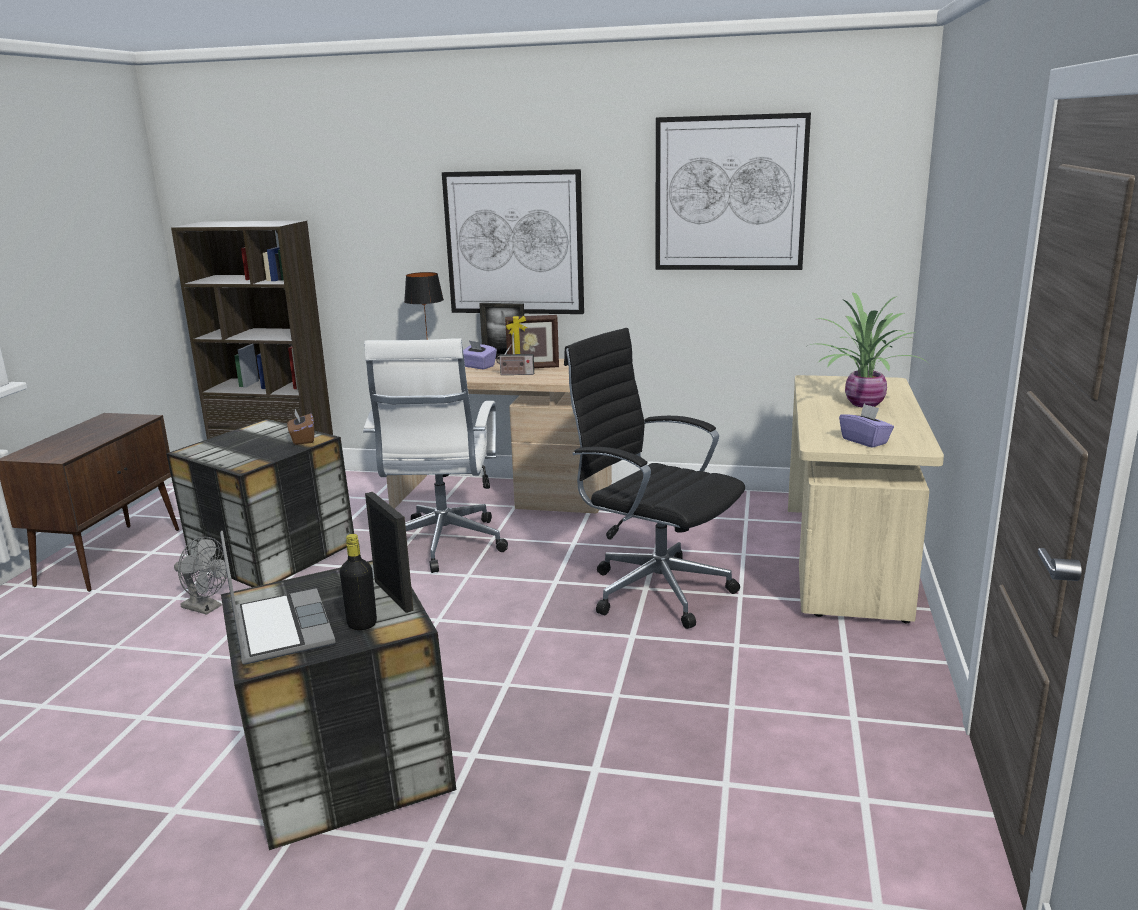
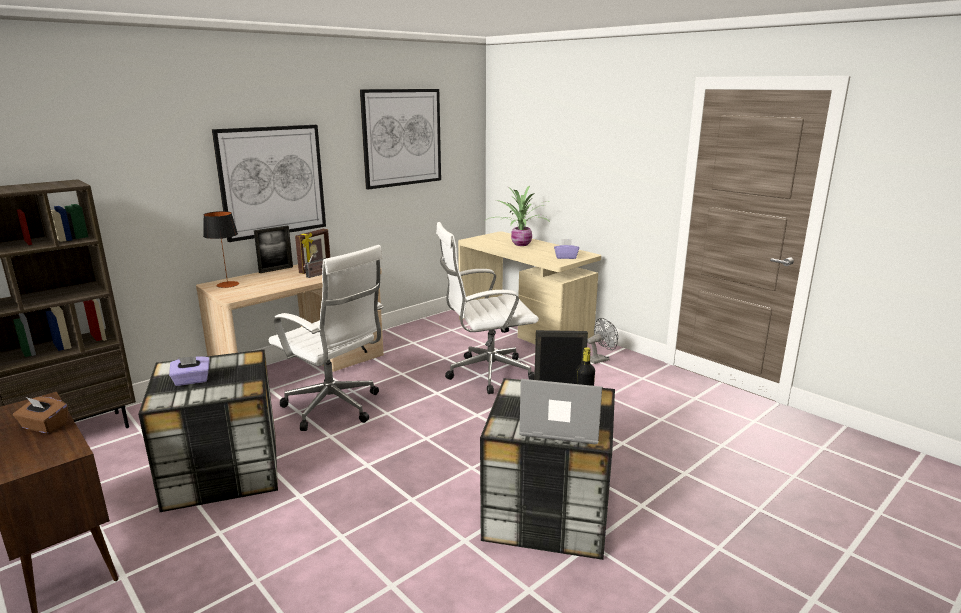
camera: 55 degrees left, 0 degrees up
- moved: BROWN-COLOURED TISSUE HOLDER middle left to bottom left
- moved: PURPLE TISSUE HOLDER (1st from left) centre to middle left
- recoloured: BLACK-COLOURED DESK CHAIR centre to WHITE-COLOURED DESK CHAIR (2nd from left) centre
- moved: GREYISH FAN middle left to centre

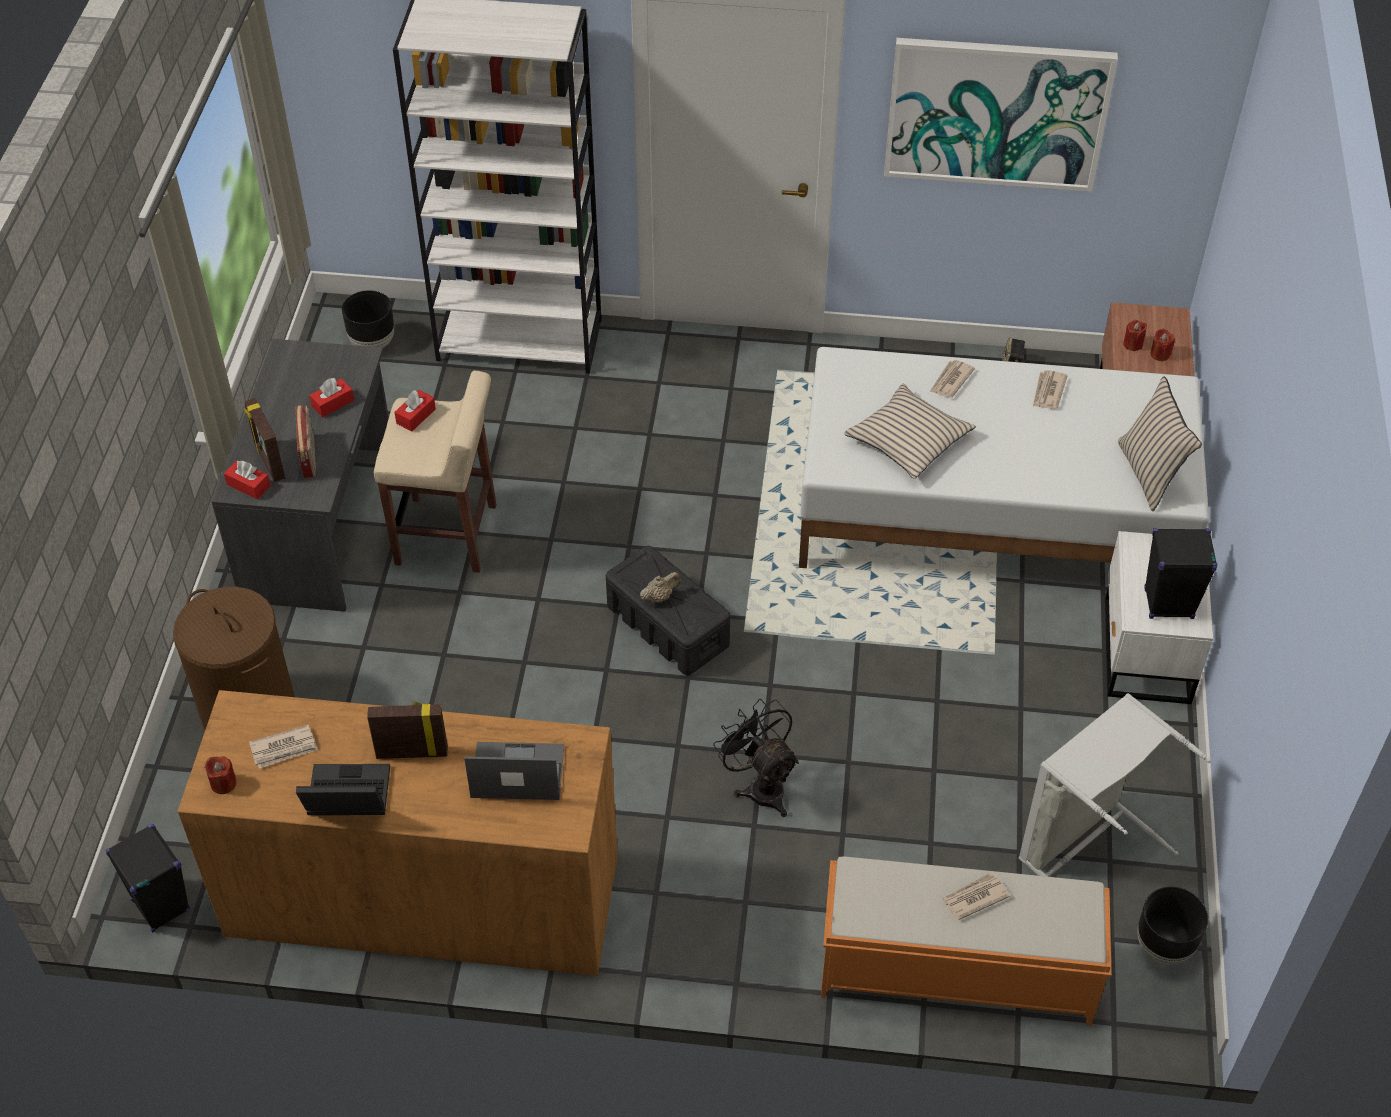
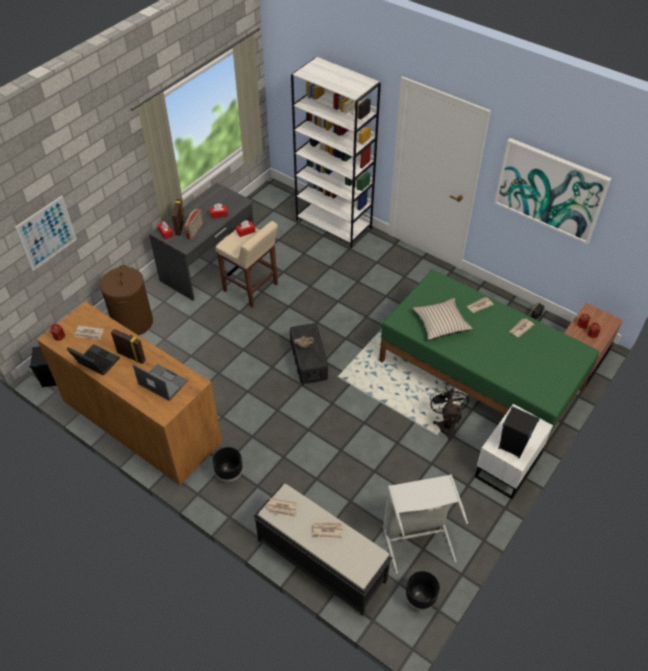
camera: 30 degrees right, 0 degrees up
- added: WALL ART (1st from left) middle left
- moved: BLACK-COLOURED FLOWER POT (1st from left) top left to bottom centre
- recoloured: ORANGEY BENCH bottom right to BLACK-COLOURED BENCH bottom centre
- added: PRINTED PAPER (2nd from left) bottom centre
- recoloured: WHITE-COLOURED BED middle right to GREEN-COLOURED BED middle right
- moved: BLACK-COLOURED FAN bottom centre to middle right
- removed: BEIGE THROW PILLOW (2nd from left) middle right

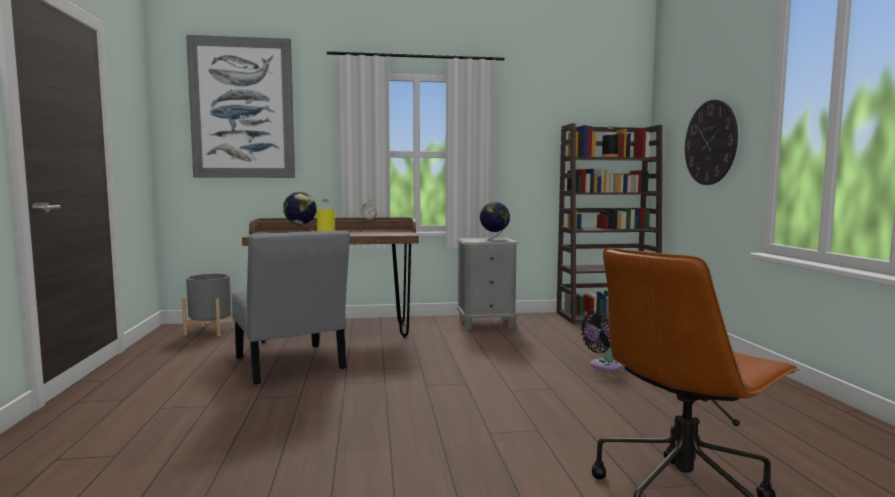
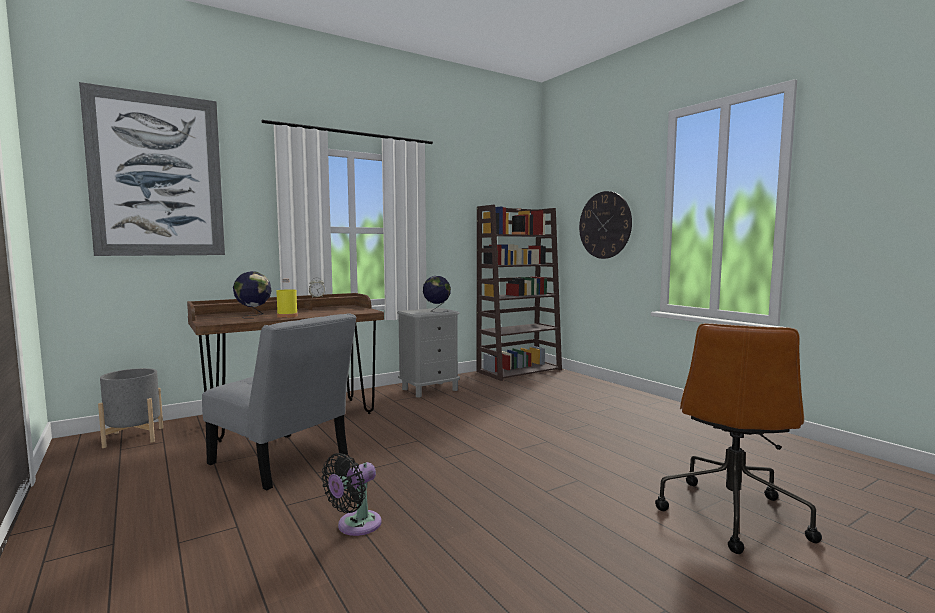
camera: 25 degrees left, 0 degrees up
- moved: BLACK-COLOURED FAN bottom right to bottom centre

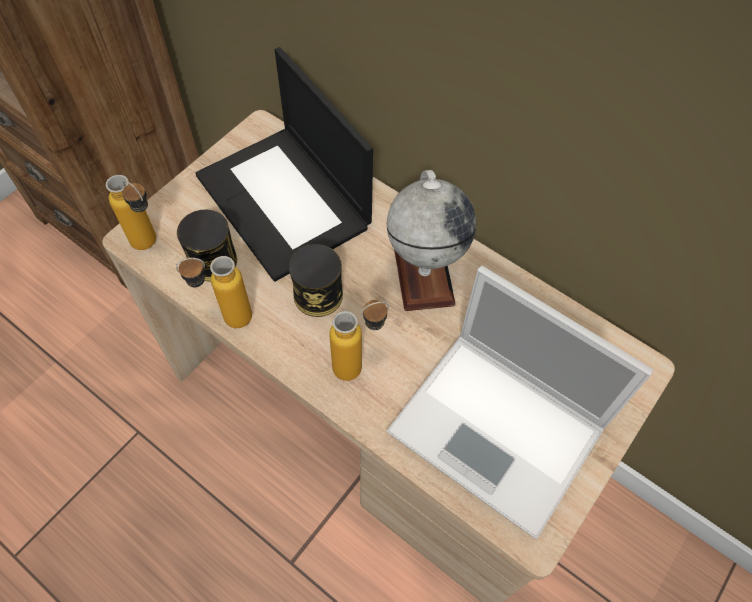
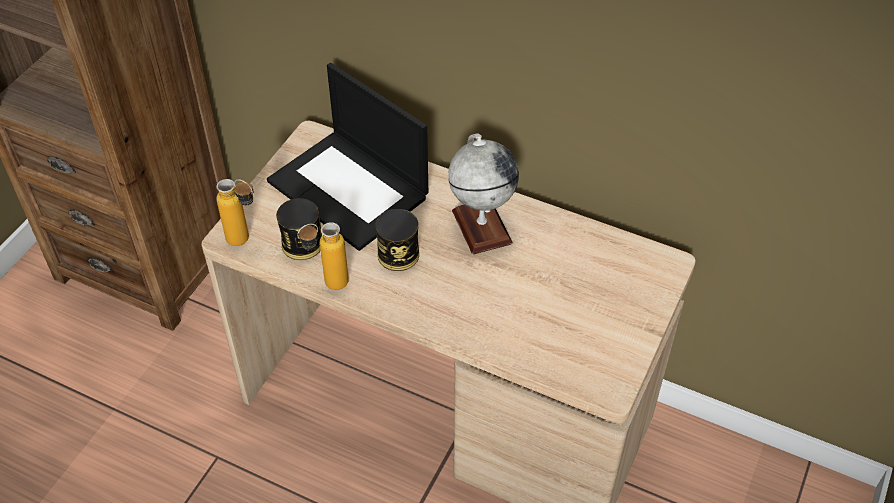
camera: 10 degrees left, 10 degrees down
- removed: DRINK BOTTLE (3rd from left) centre
- removed: LAPTOP (2nd from left) bottom right

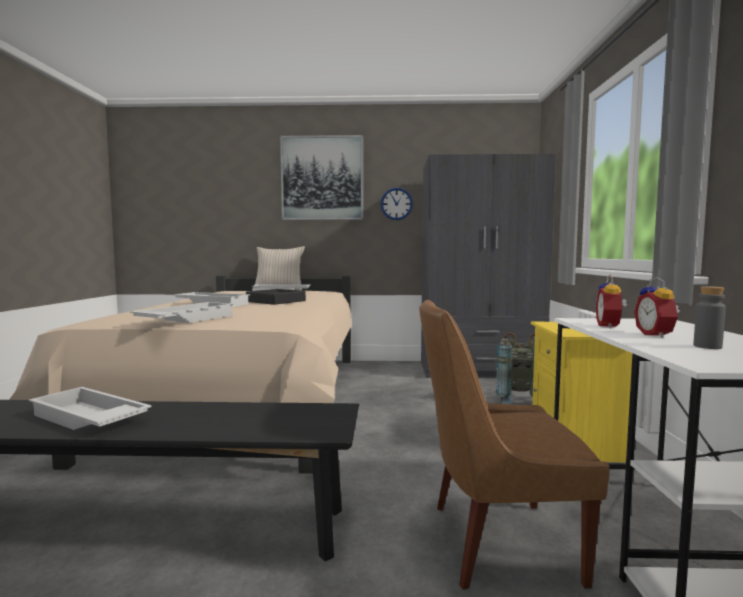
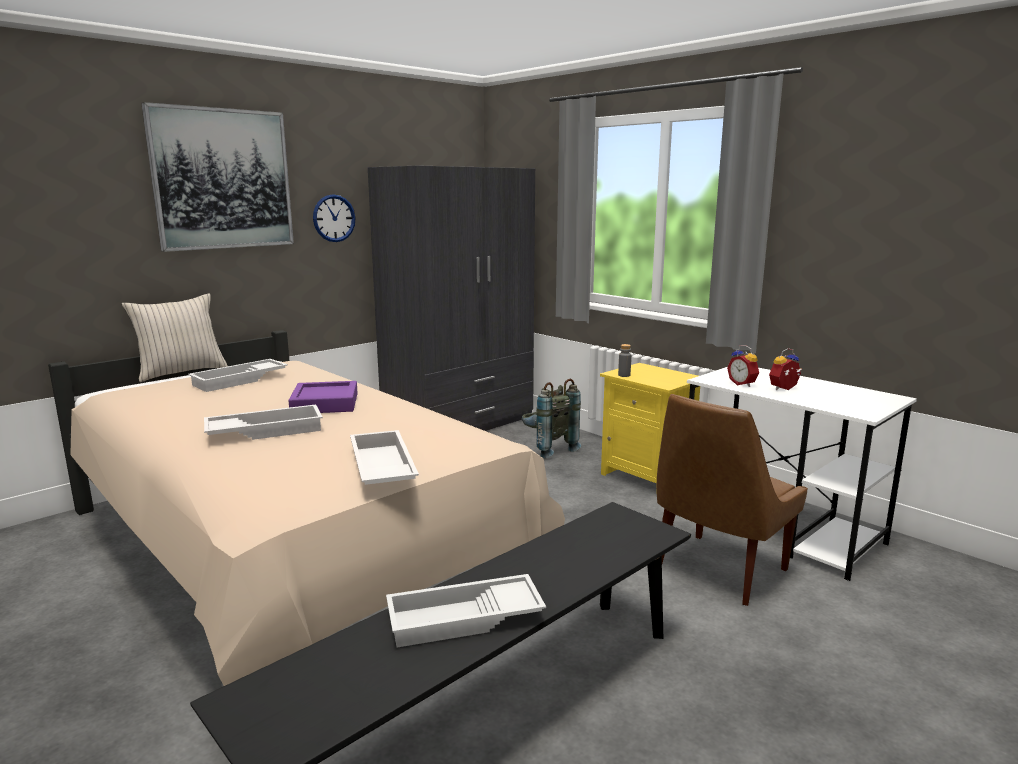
camera: 45 degrees left, 10 degrees up
- recoloured: BLACK-COLOURED CARRYING TRAY centre to PURPLE CARRYING TRAY middle left
- moved: GREYISH DRINK BOTTLE middle right to centre
- turned: TABLE CLOCK (2nd from left) middle right = middle right 105 degrees clockwise

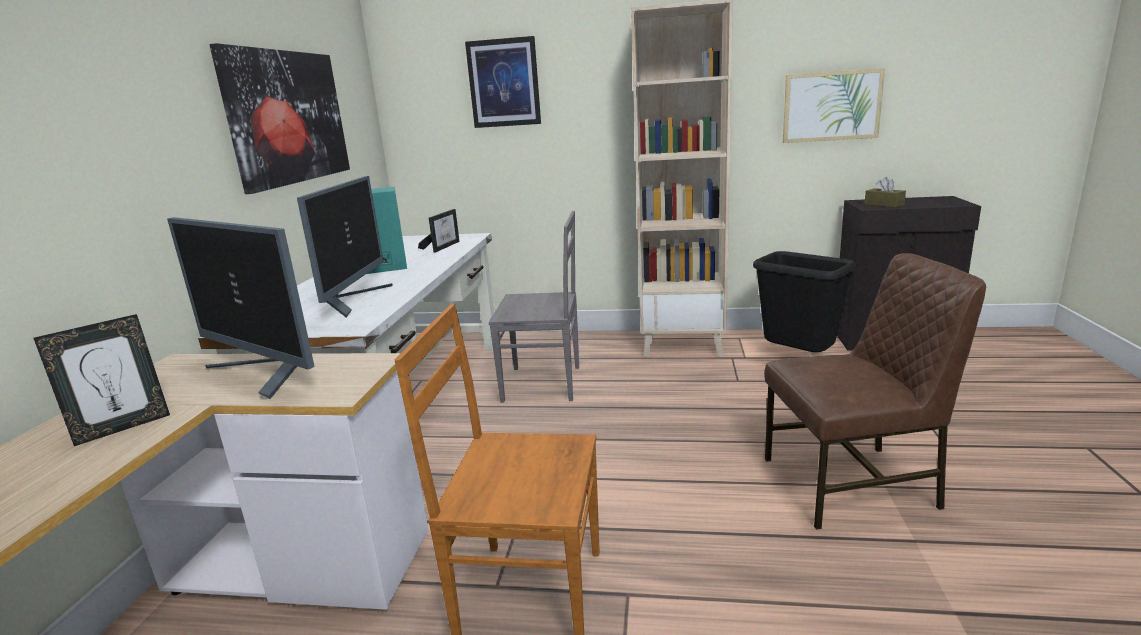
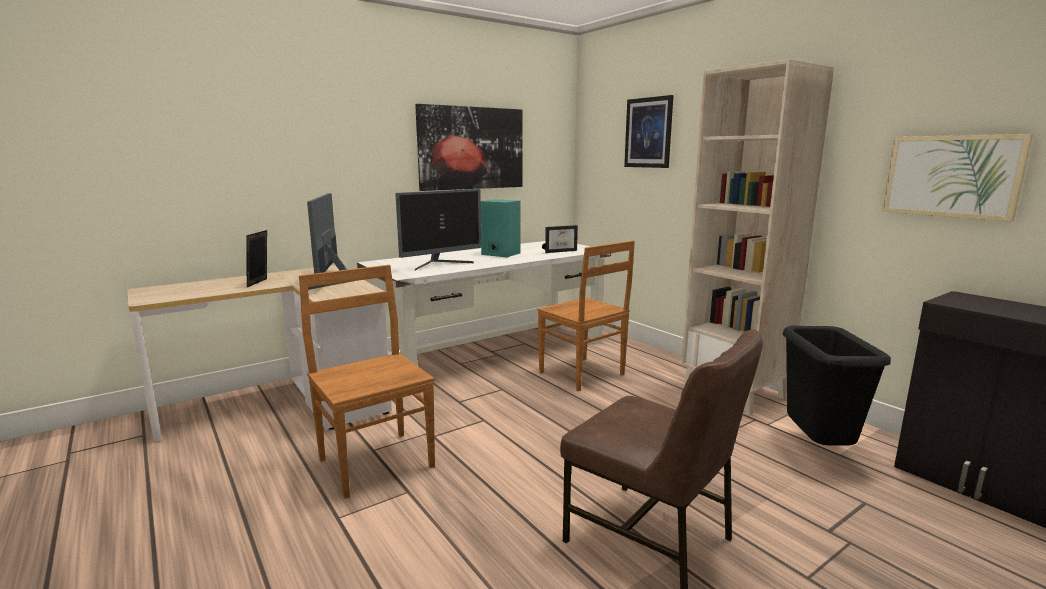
camera: 45 degrees right, 5 degrees down
- turned: PHOTO FRAME (1st from left) middle left = middle left 90 degrees clockwise
- recoloured: GREYISH PLAIN CHAIR centre to BROWN-COLOURED PLAIN CHAIR (2nd from left) centre
- removed: BROWN-COLOURED TISSUE HOLDER top right

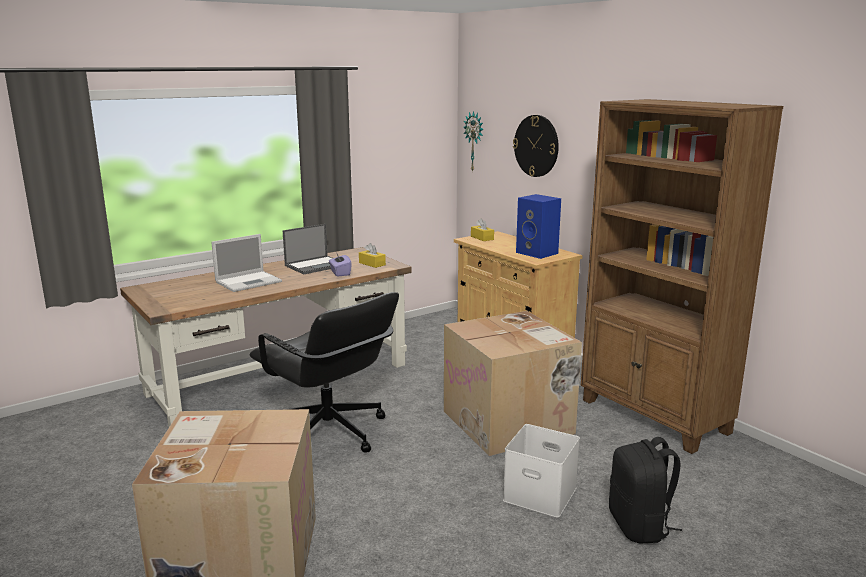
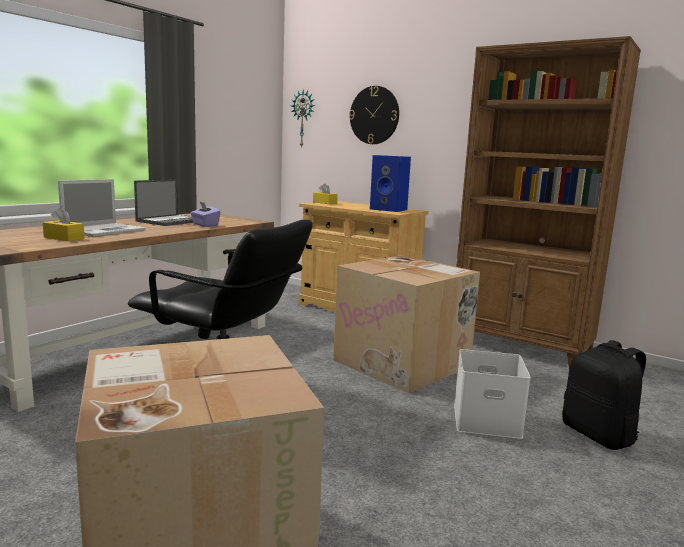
camera: 20 degrees left, 5 degrees down
- moved: YELLOWISH TISSUE HOLDER (1st from left) centre to middle left

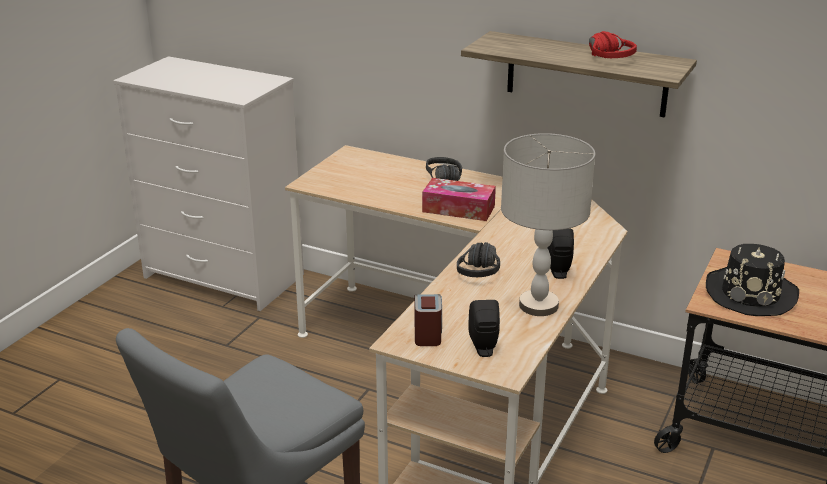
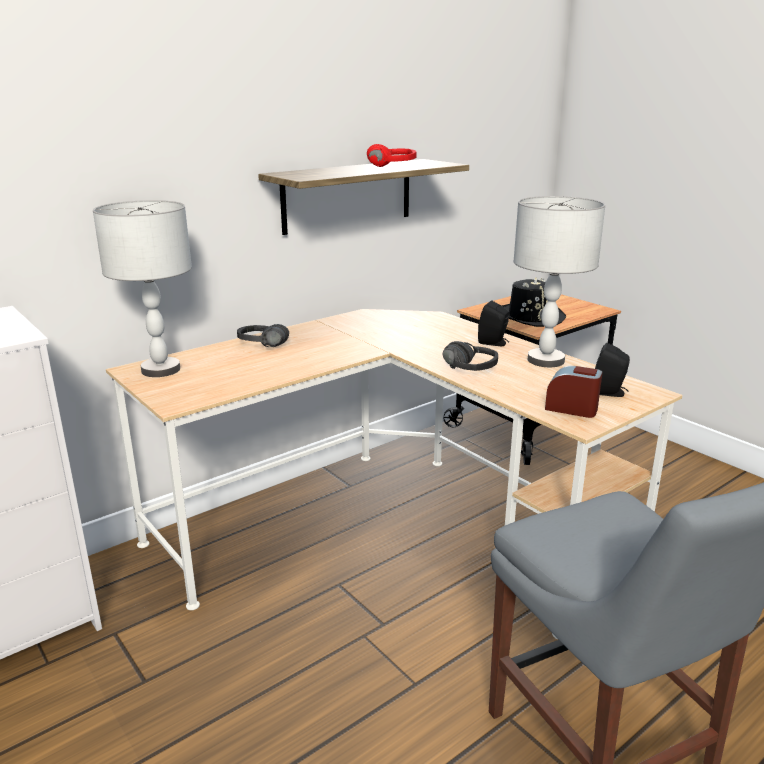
camera: 65 degrees left, 5 degrees down
- added: GREYISH LAMP FOR A TABLE (1st from left) middle left
- removed: TISSUE HOLDER centre

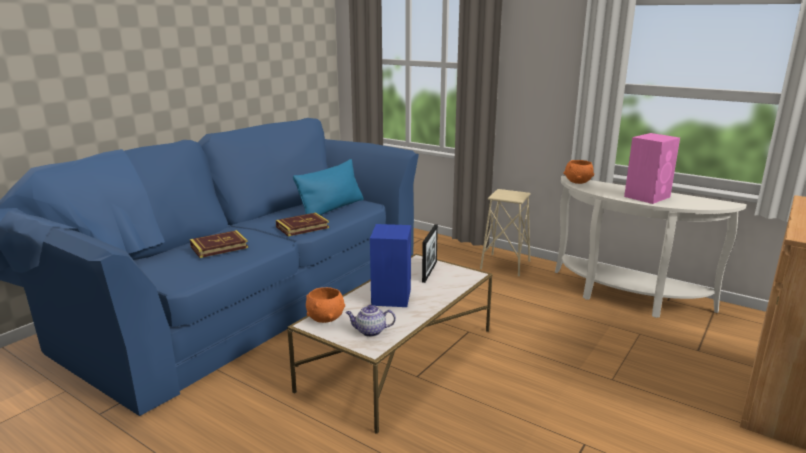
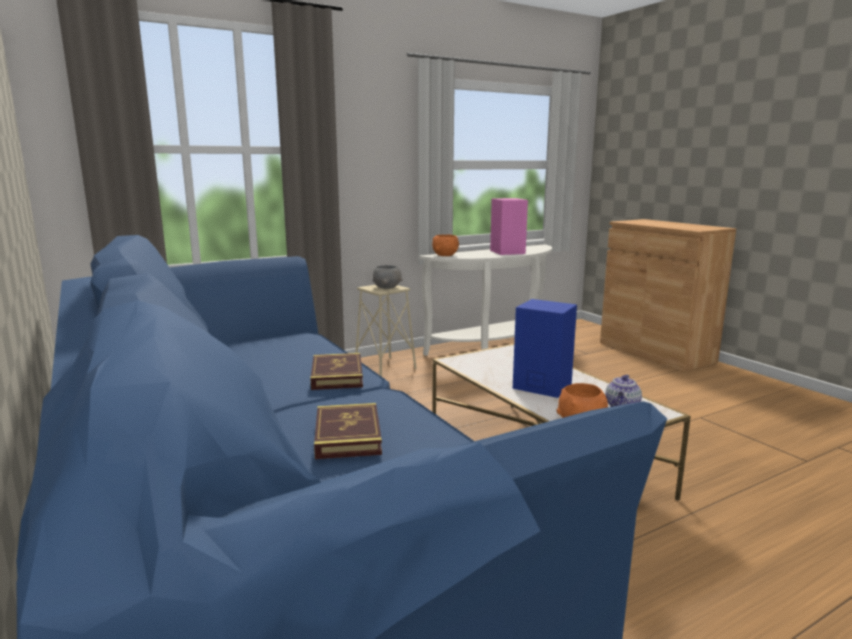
camera: 65 degrees left, 5 degrees down
- added: GREYISH BOWL centre
- removed: BLUISH THROW PILLOW centre
- removed: PHOTO FRAME centre

